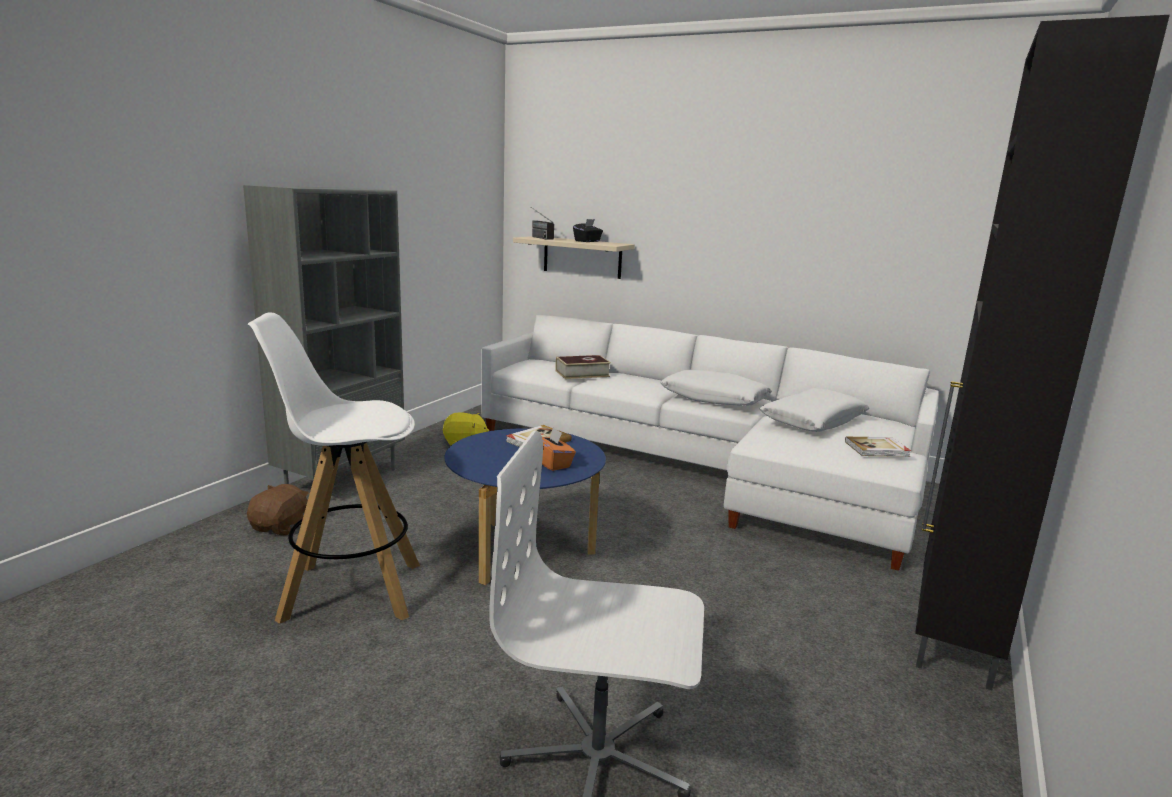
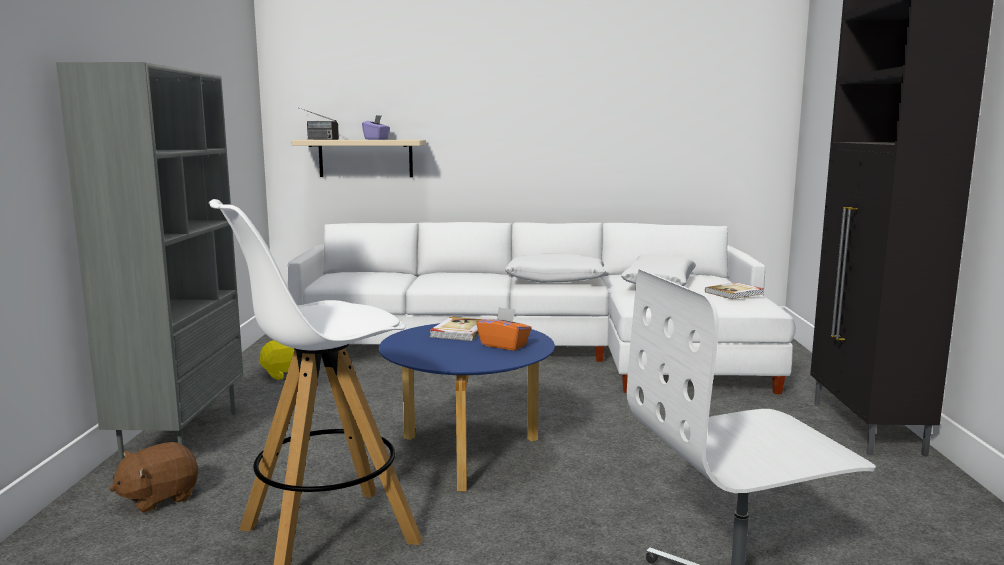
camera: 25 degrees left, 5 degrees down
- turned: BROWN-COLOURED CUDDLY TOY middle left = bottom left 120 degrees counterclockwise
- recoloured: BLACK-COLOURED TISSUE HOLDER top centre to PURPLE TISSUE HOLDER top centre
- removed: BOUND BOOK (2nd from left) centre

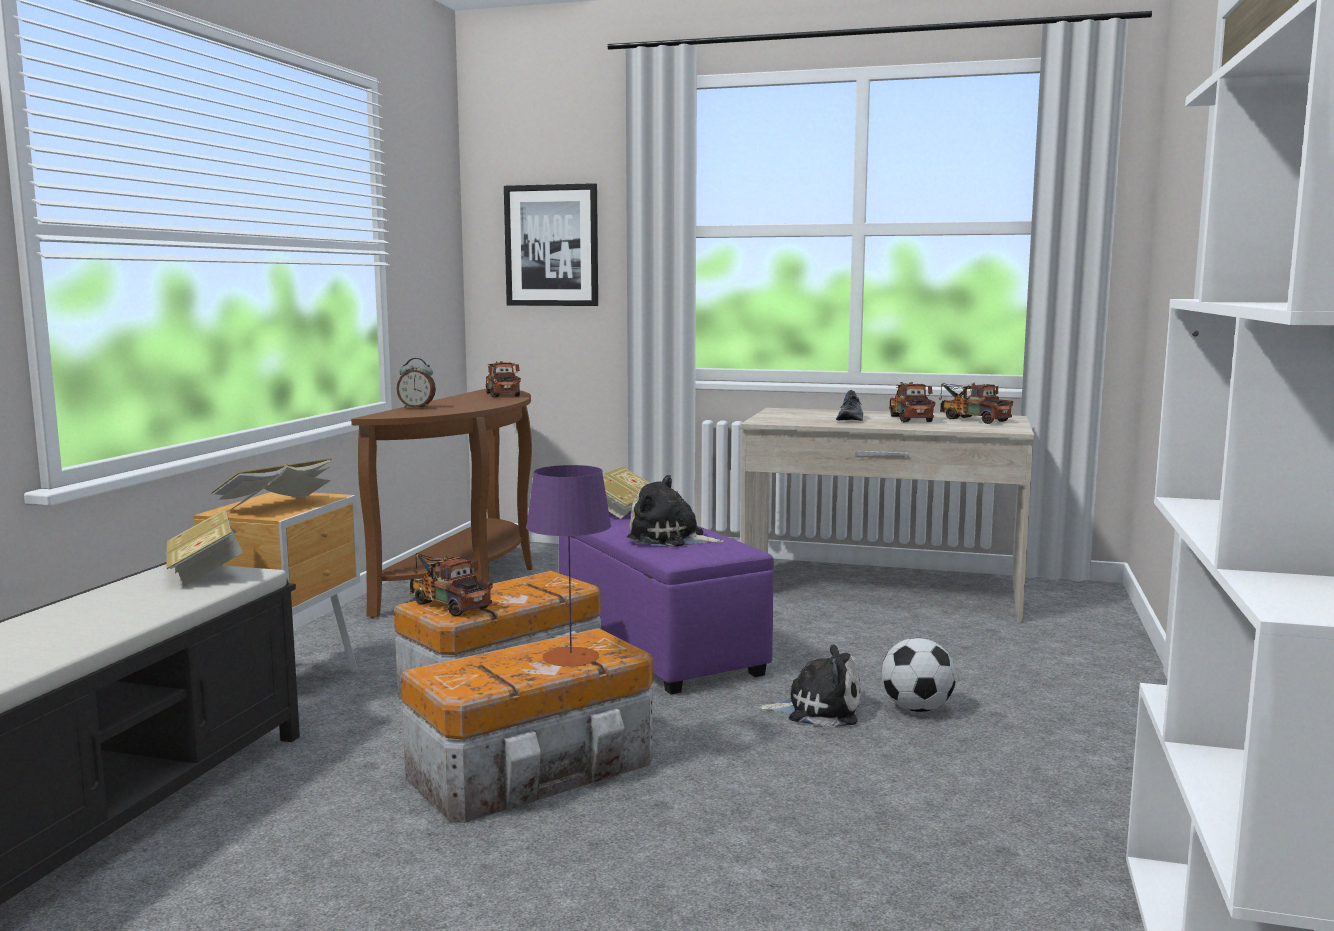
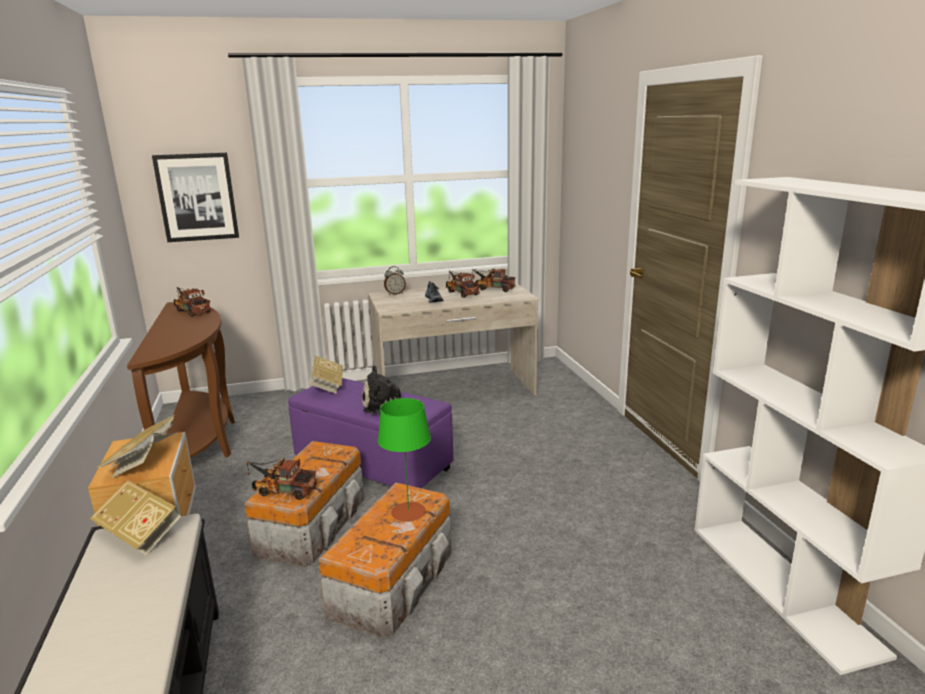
camera: 30 degrees left, 10 degrees up
- recoloured: PURPLE LAMP FOR A TABLE centre to GREEN-COLOURED LAMP FOR A TABLE centre
- moved: TABLE CLOCK middle left to centre
- removed: CUDDLY TOY (2nd from left) bottom centre
- removed: FOOTBALL BALL bottom right

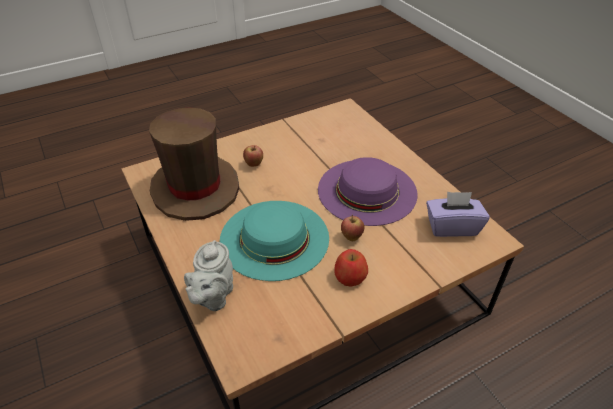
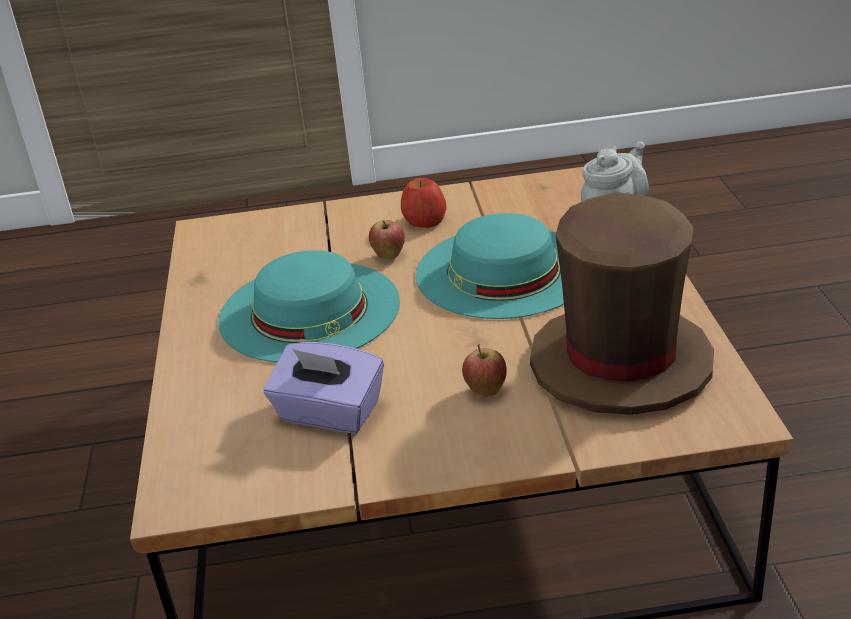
camera: 155 degrees left, 10 degrees down
- recoloured: PURPLE HAT centre to TURQUOISE-COLOURED HAT (1st from left) centre
- moved: PURPLE TISSUE HOLDER middle right to centre

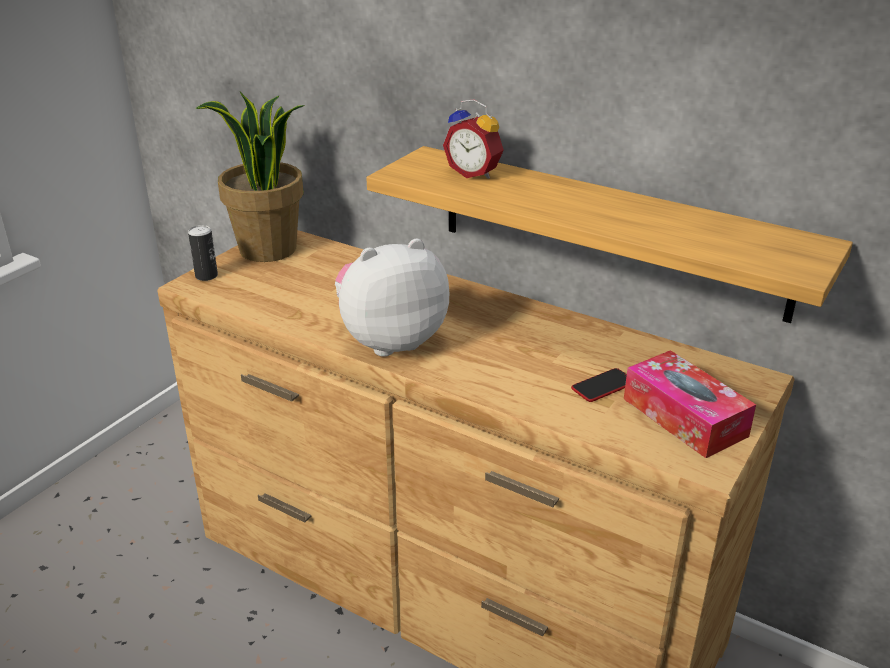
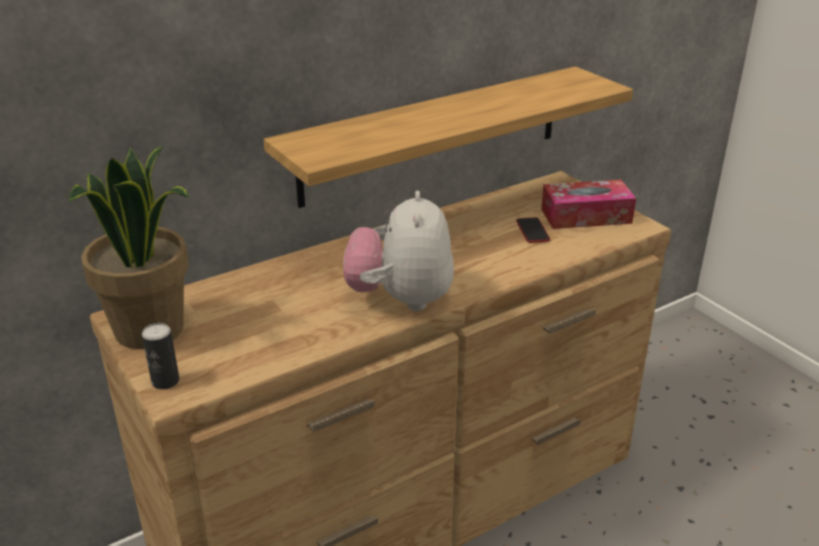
camera: 65 degrees left, 0 degrees up
- removed: TABLE CLOCK top centre

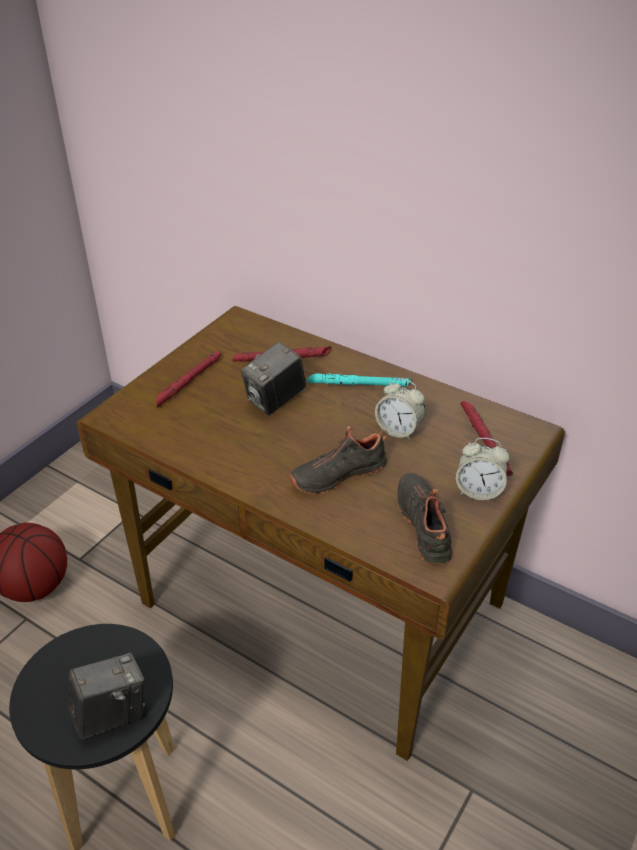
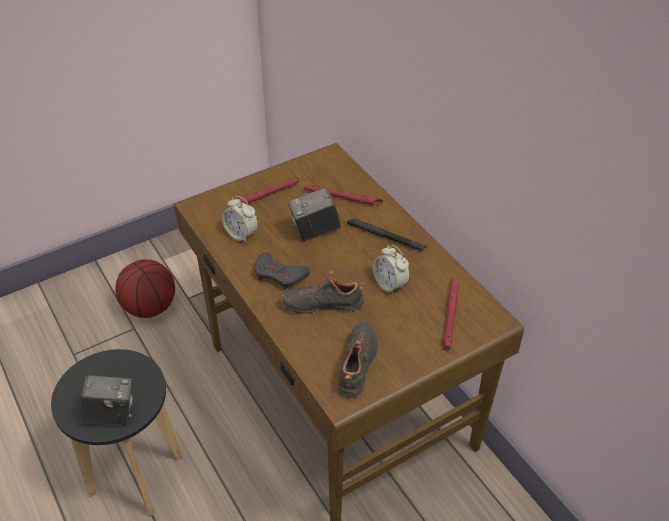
camera: 25 degrees right, 5 degrees up
- moved: TABLE CLOCK (2nd from left in the first image) middle right to TABLE CLOCK (1st from left) centre
- added: GREYISH GAMEPAD centre
- recoloured: TURQUOISE-COLOURED FLASHLIGHT centre to BLACK-COLOURED FLASHLIGHT centre

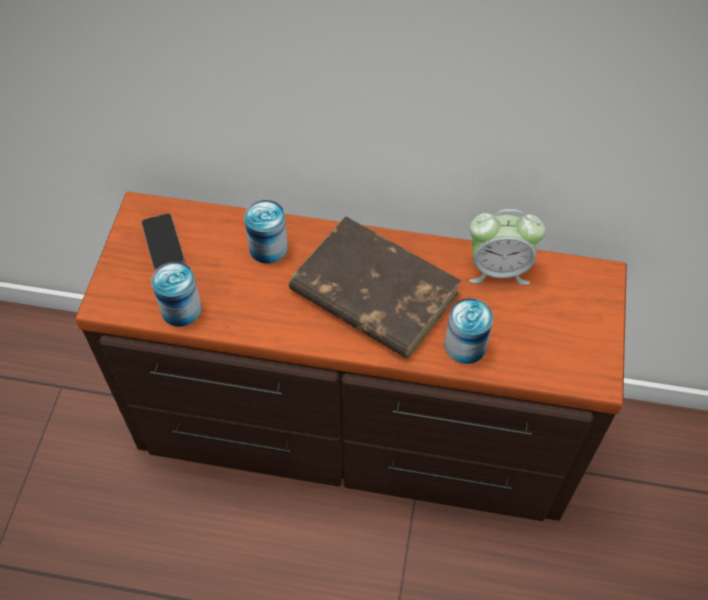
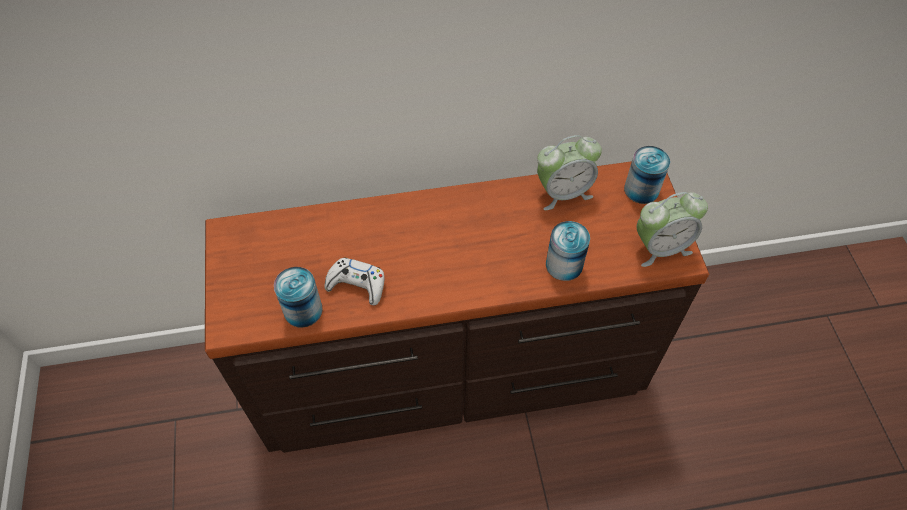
camera: 20 degrees left, 0 degrees up
- added: WHITE-COLOURED GAMEPAD centre
- moved: CAN (2nd from left in the first image) centre to CAN (3rd from left) middle right
- added: TABLE CLOCK (2nd from left) middle right
- removed: TELEPHONE middle left
- removed: BROWN-COLOURED BOUND BOOK centre

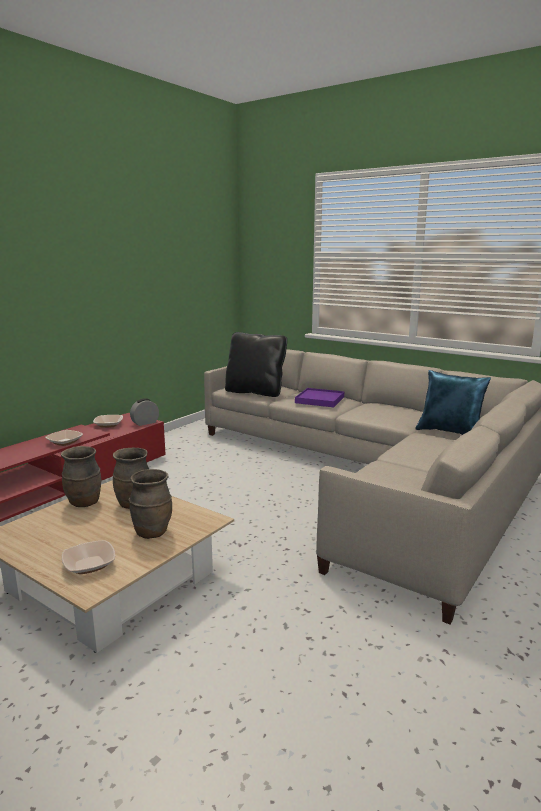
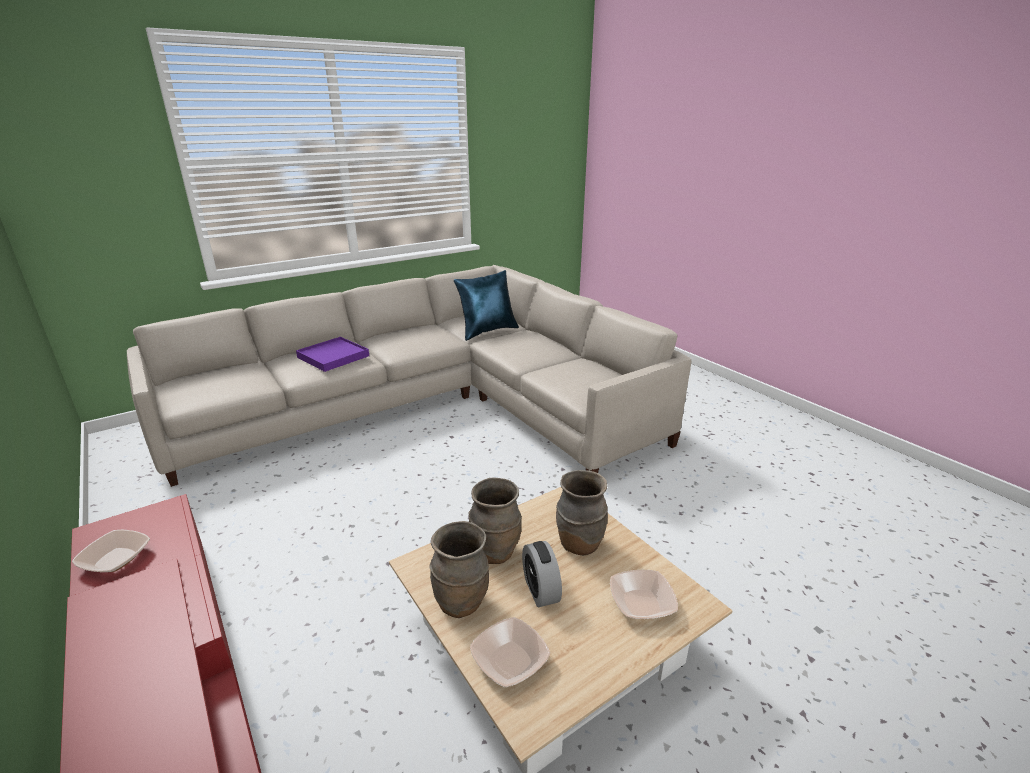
camera: 70 degrees left, 10 degrees up
- moved: BOWL (1st from left in the first image) middle left to BOWL (2nd from left) bottom centre
- moved: TABLE CLOCK middle left to bottom centre
- removed: BLACK-COLOURED THROW PILLOW centre

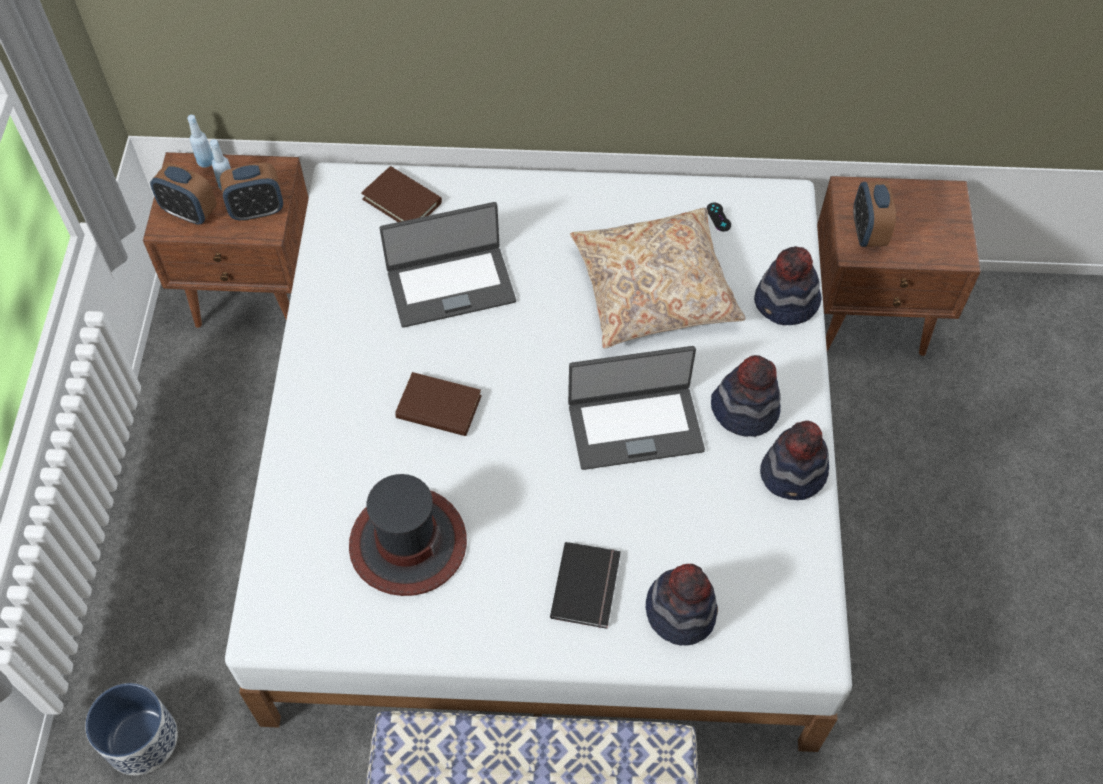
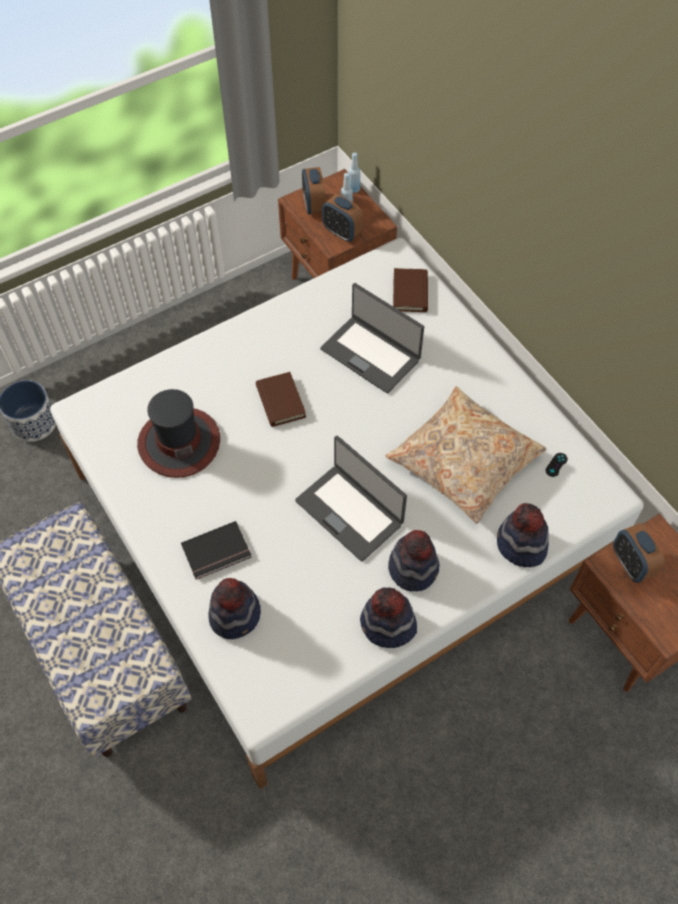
camera: 55 degrees right, 0 degrees up
- turned: TABLE CLOCK (3rd from left) top right = middle right 75 degrees counterclockwise

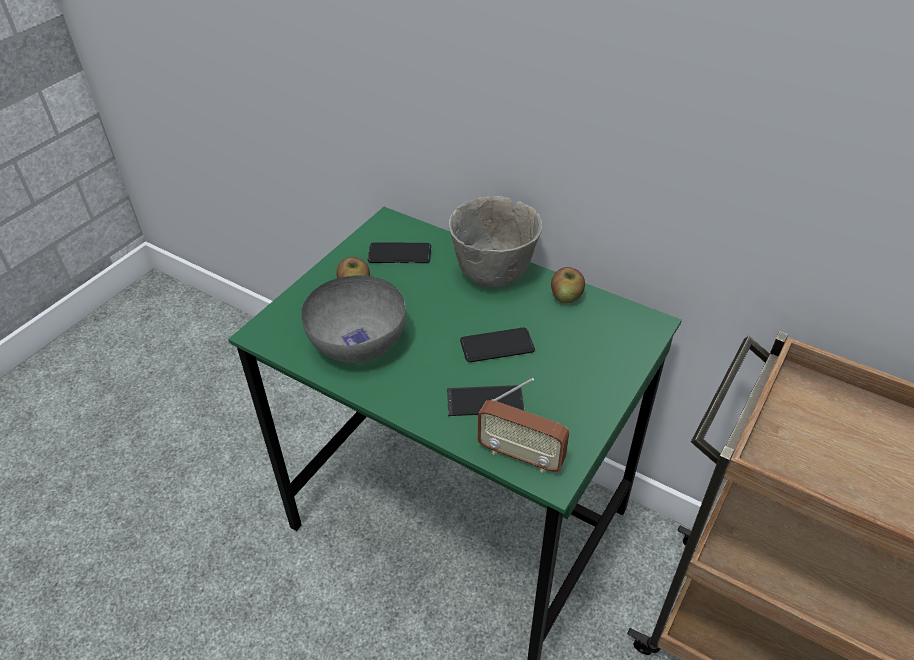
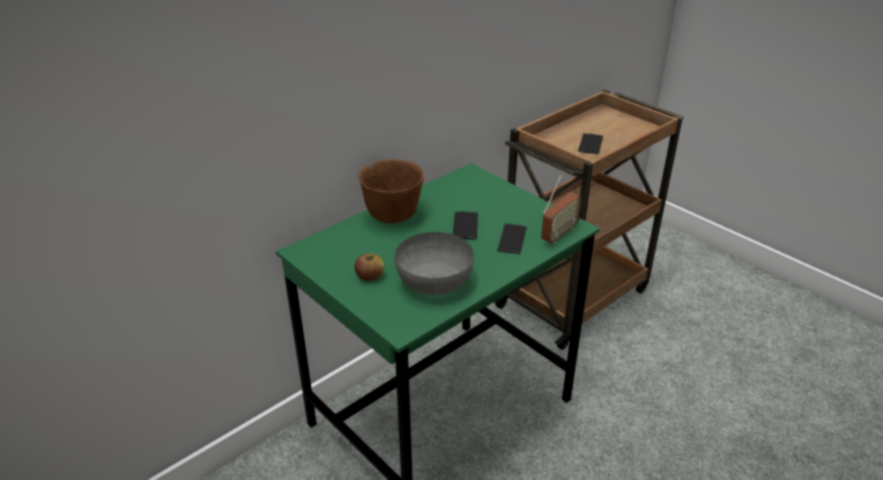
camera: 75 degrees left, 10 degrees down
- recoloured: GREYISH BOWL (2nd from left) centre to BROWN-COLOURED BOWL centre
- moved: TELEPHONE (1st from left in the first image) centre to TELEPHONE (3rd from left) top right
- removed: WHOLE APPLE (2nd from left) centre

